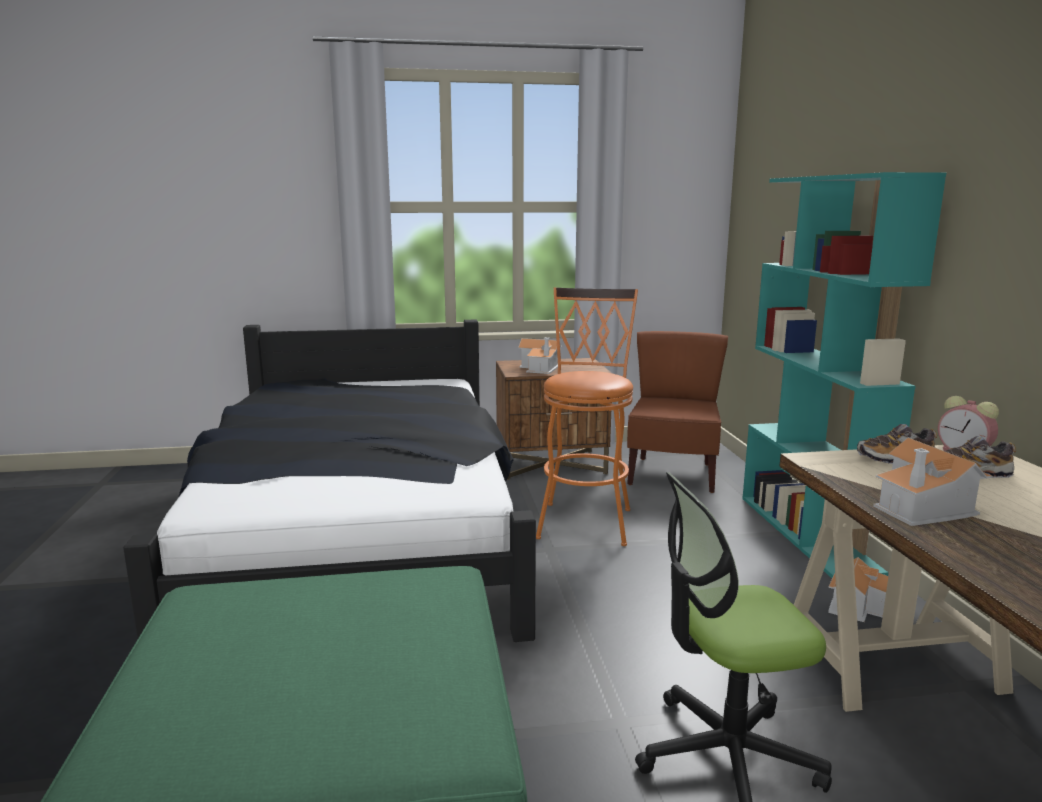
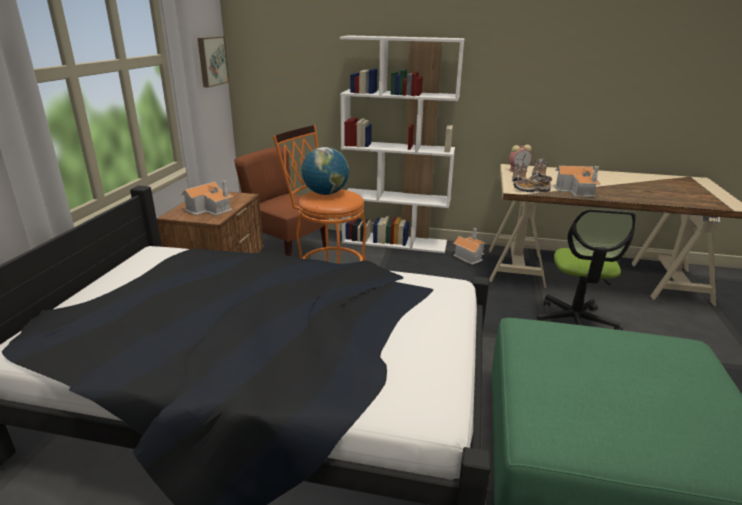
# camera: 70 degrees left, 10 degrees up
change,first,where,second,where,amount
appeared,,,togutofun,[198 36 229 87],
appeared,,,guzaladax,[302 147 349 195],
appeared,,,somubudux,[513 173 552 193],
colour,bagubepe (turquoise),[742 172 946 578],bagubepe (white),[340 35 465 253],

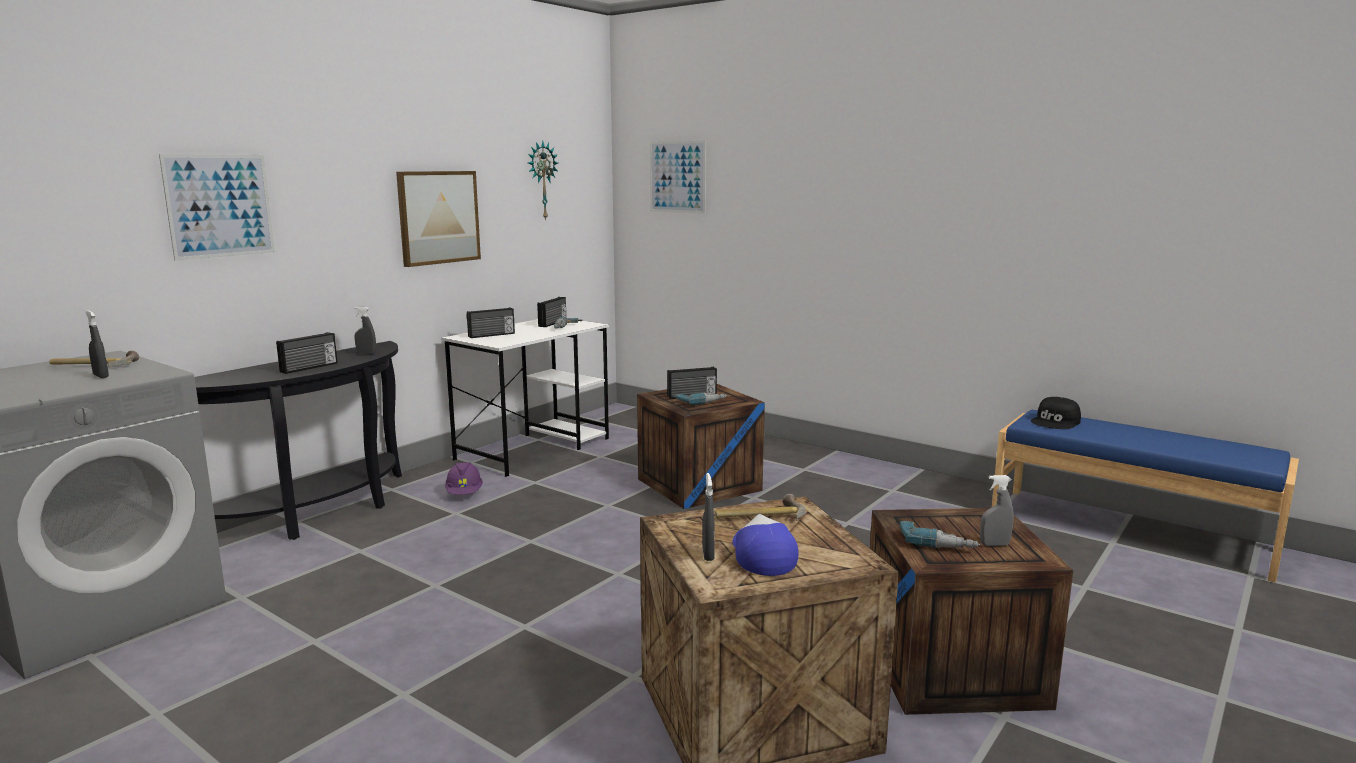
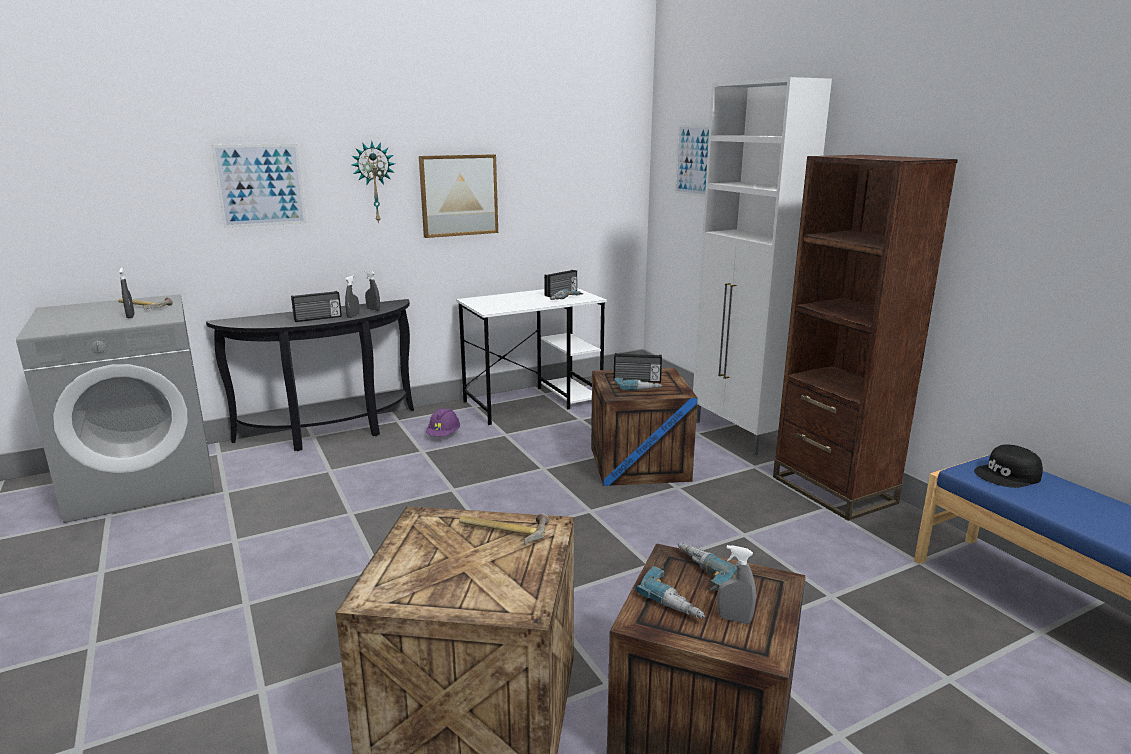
# camera: 25 degrees right, 5 degrees up
change,first,where,second,where,amount
missing,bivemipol,[467 308 515 338],,,
missing,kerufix,[732 514 799 576],,,
appeared,,,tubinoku,[678 542 737 591],
appeared,,,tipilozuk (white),[693 77 832 455],
appeared,,,bagubepe (brown),[773 155 958 521],
relocated,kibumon,[528 141 558 221],,[352 141 395 224],
relocated,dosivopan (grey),[702 473 715 561],,[345 275 360 318],

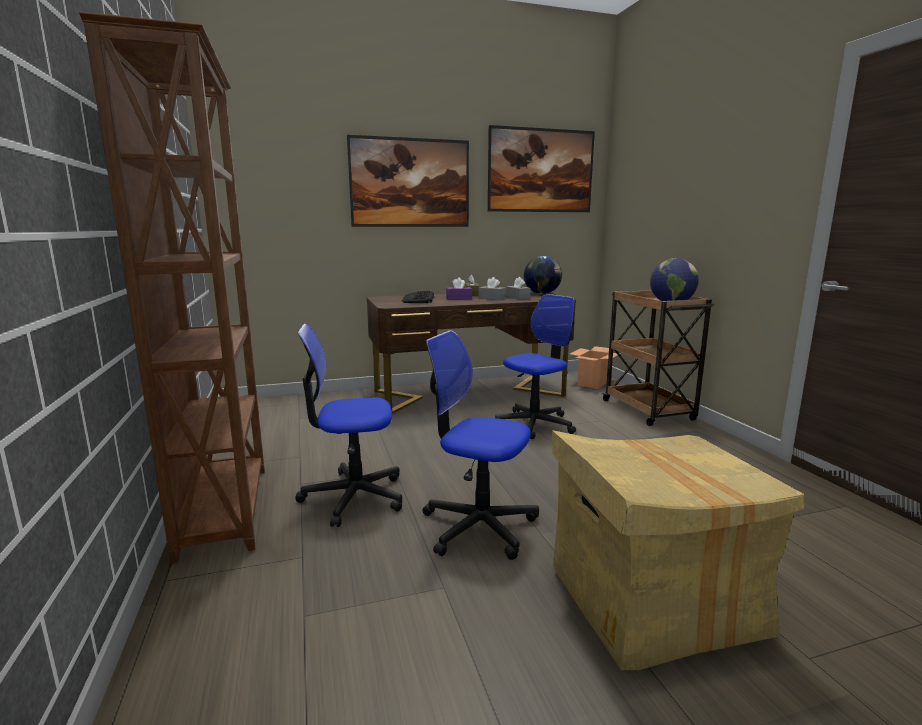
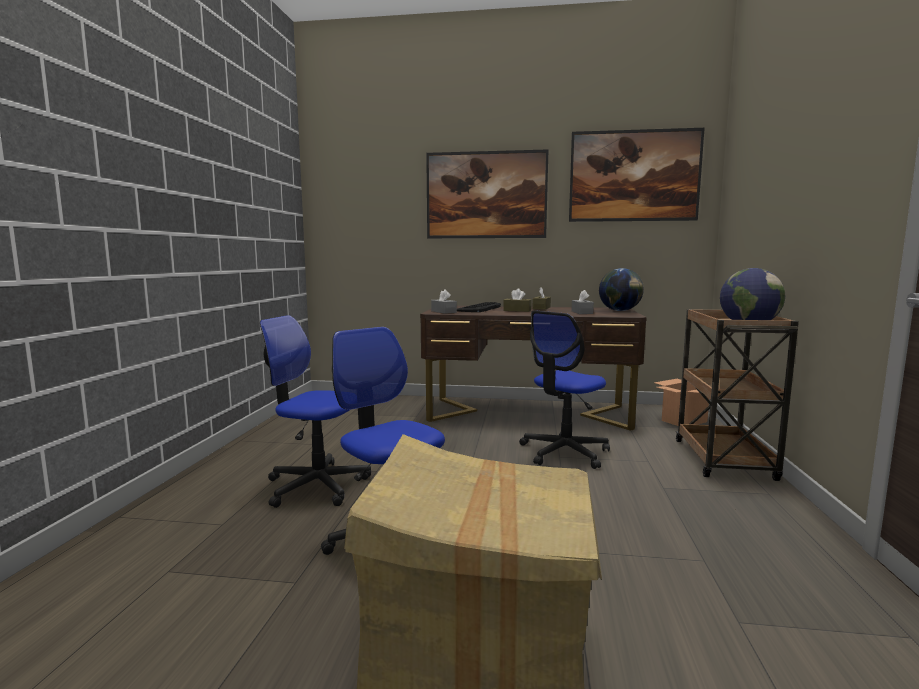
# camera: 25 degrees right, 5 degrees down
change,first,where,second,where,amount
missing,bagubepe (brown),[79 12 265 564],,,
relocated,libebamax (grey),[479 277 506 300],,[431 289 457 314],
colour,libebamax (purple),[446 277 472 300],libebamax (brown),[503 288 532 312],
spun,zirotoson,[495 294 576 439],,[519 310 610 469],150 degrees clockwise

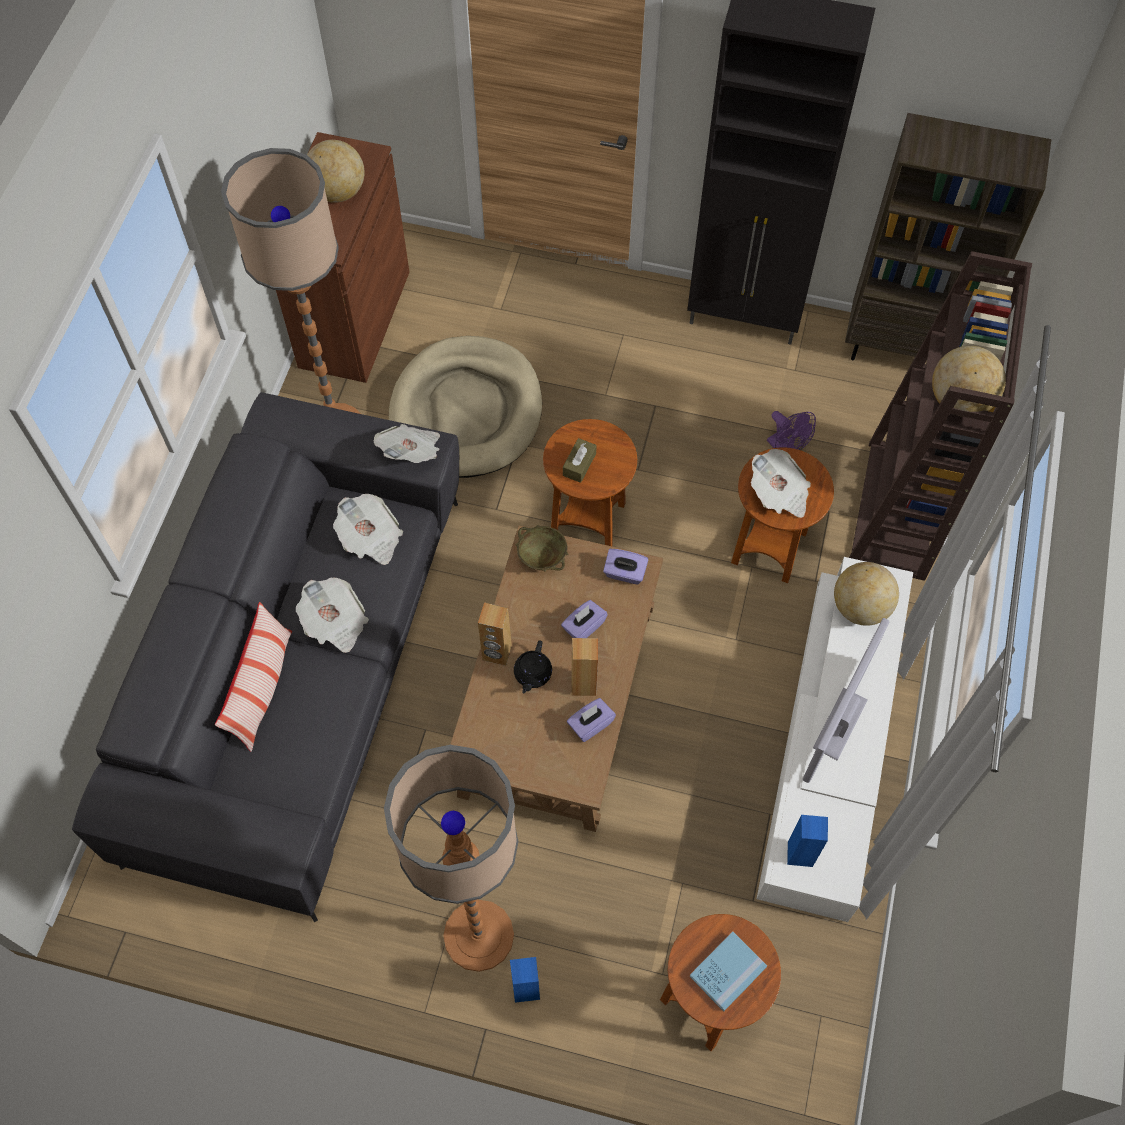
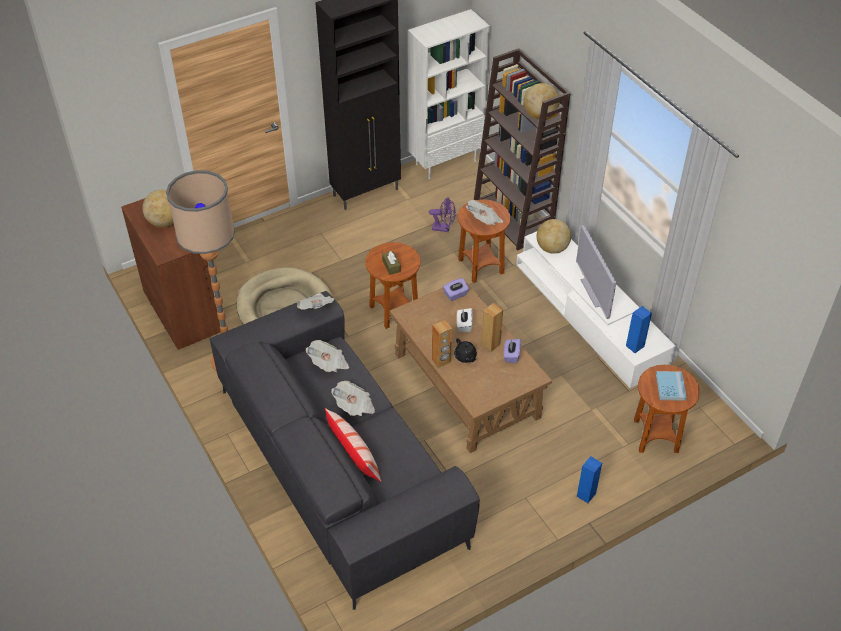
# camera: 45 degrees left, 15 degrees down
change,first,where,second,where,amount
missing,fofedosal,[384 745 518 972],,,
missing,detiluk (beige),[516 525 569 572],,,
colour,libebamax (purple),[561 600 608 638],libebamax (white),[457 308 473 332],
colour,bagubepe (brown),[845 113 1051 360],bagubepe (white),[408 9 490 179],

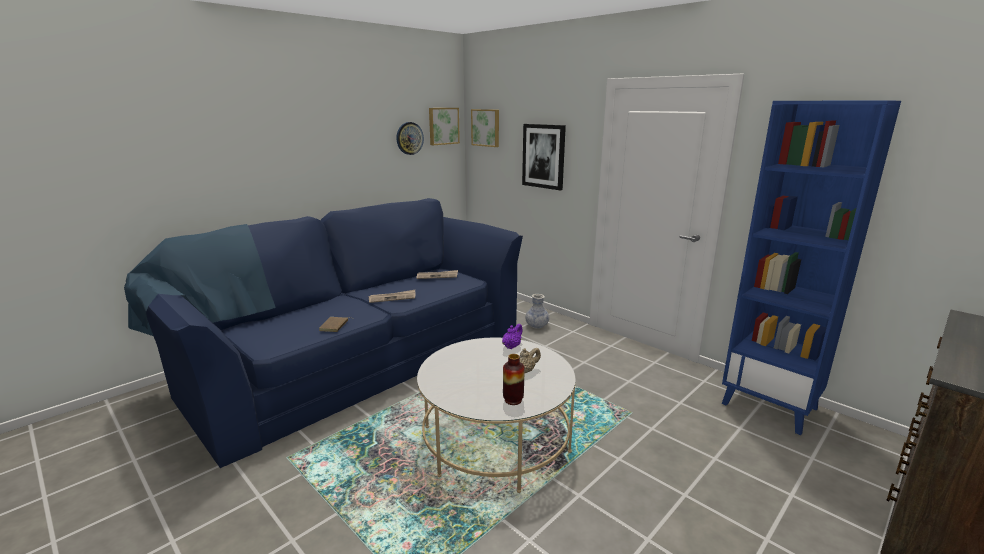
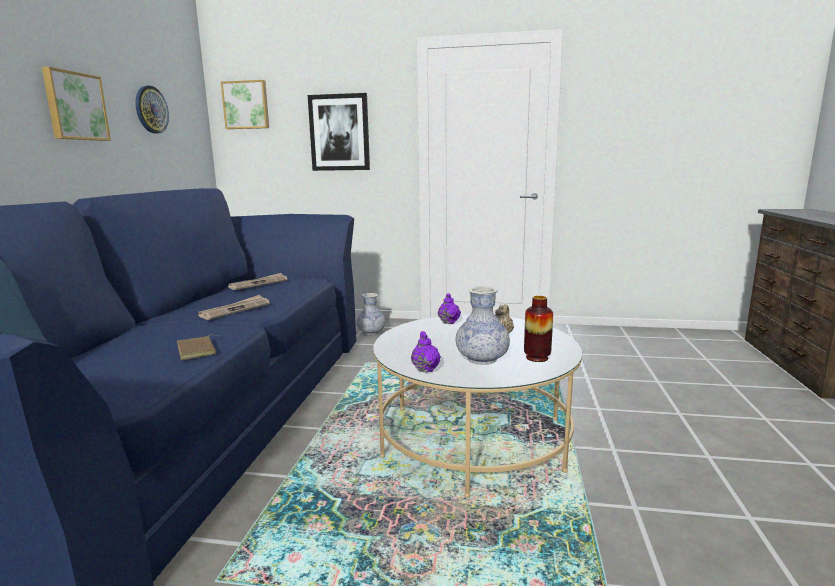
# camera: 35 degrees left, 5 degrees down
change,first,where,second,where,amount
missing,bagubepe (blue),[722 101 901 435],,,
appeared,,,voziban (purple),[411 331 441 372],
appeared,,,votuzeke,[456 286 510 365],
relocated,togutofun,[429 108 460 145],,[42 67 111 141],

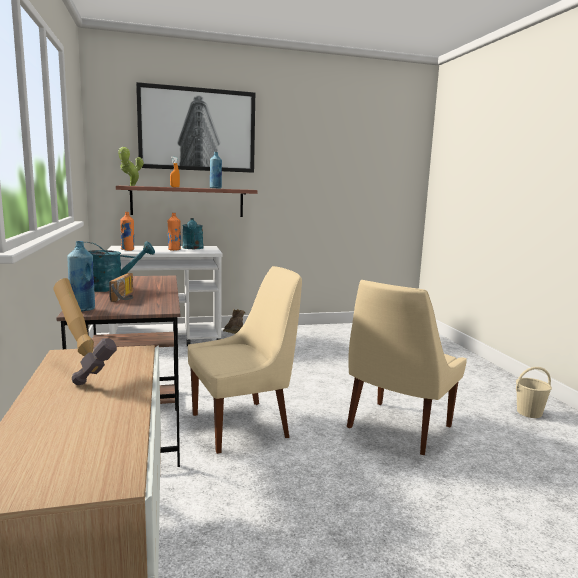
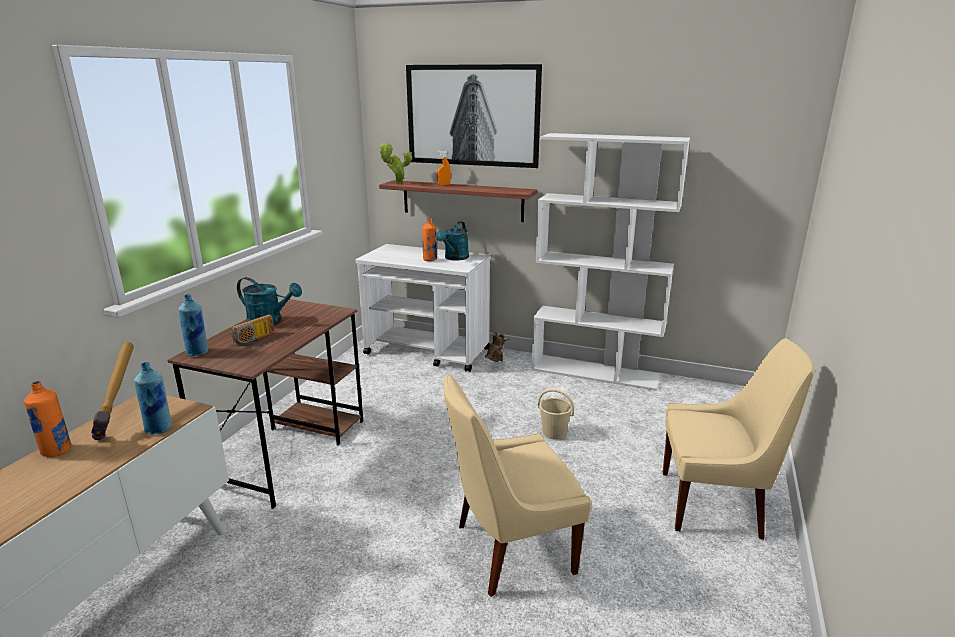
# camera: 35 degrees right, 10 degrees up
change,first,where,second,where,amount
appeared,,,bagubepe (white),[531 133 690 391],
relocated,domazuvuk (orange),[120 212 134 251],,[24 381 71 457],
relocated,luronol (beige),[188 266 302 454],,[663 338 814 540],
relocated,domazuvuk (blue),[210 152 222 189],,[134 362 172 435],
relocated,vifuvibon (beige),[516 367 552 418],,[538 389 574 439],

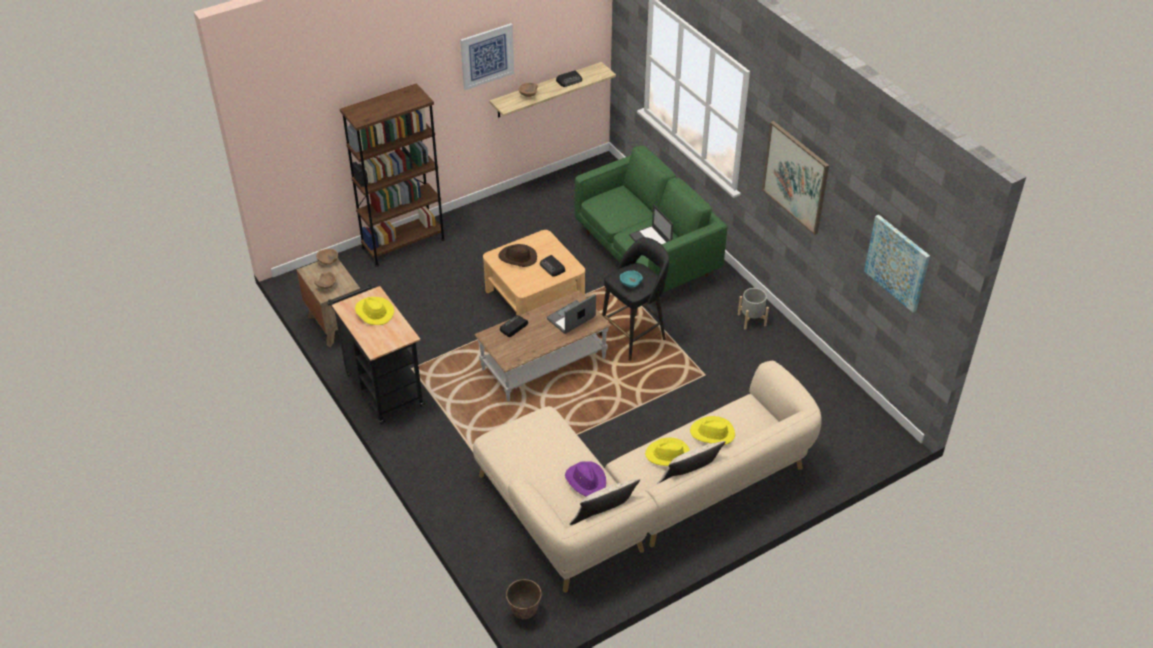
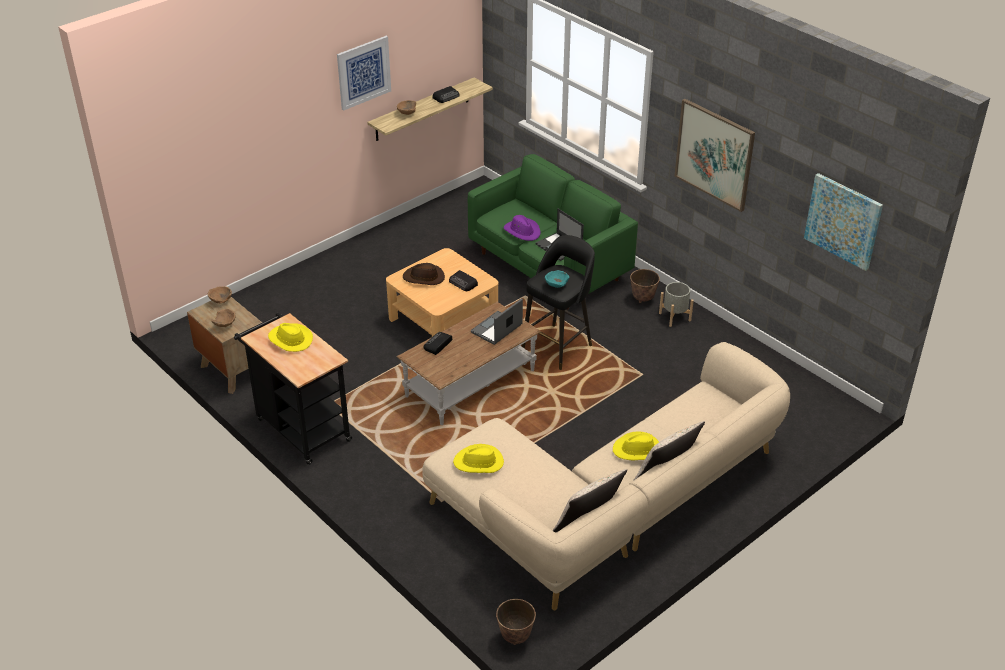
# camera: 10 degrees left, 5 degrees down
change,first,where,second,where,amount
missing,bagubepe (brown),[340 83 445 267],,,
appeared,,,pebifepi,[630 269 660 303],
relocated,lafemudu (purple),[565 461 606 497],,[504 215 541 241],
relocated,lafemudu (yellow),[690 416 735 445],,[453 444 504 473],

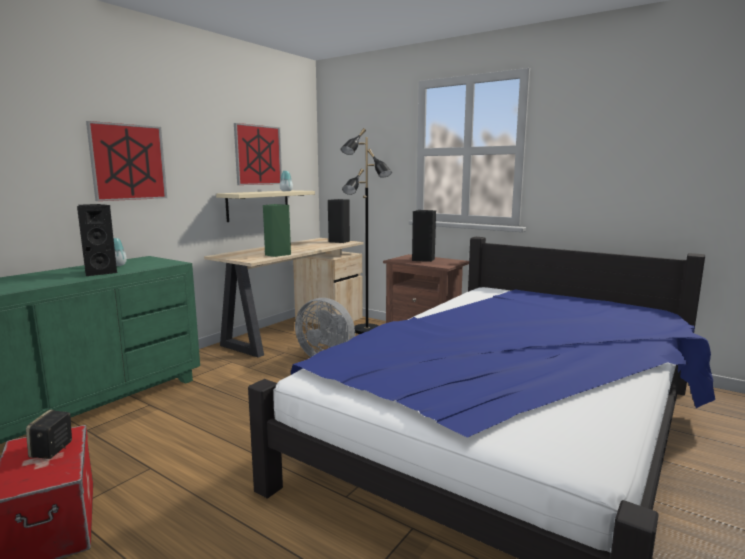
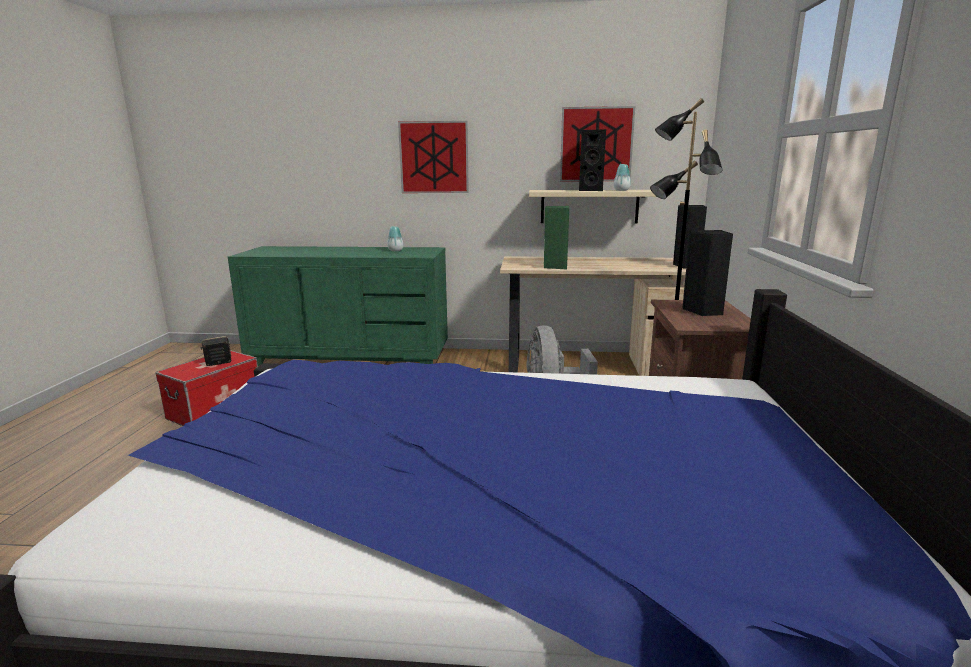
# camera: 60 degrees right, 5 degrees up
change,first,where,second,where,amount
relocated,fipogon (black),[77 204 117 276],,[579 129 606 191],

